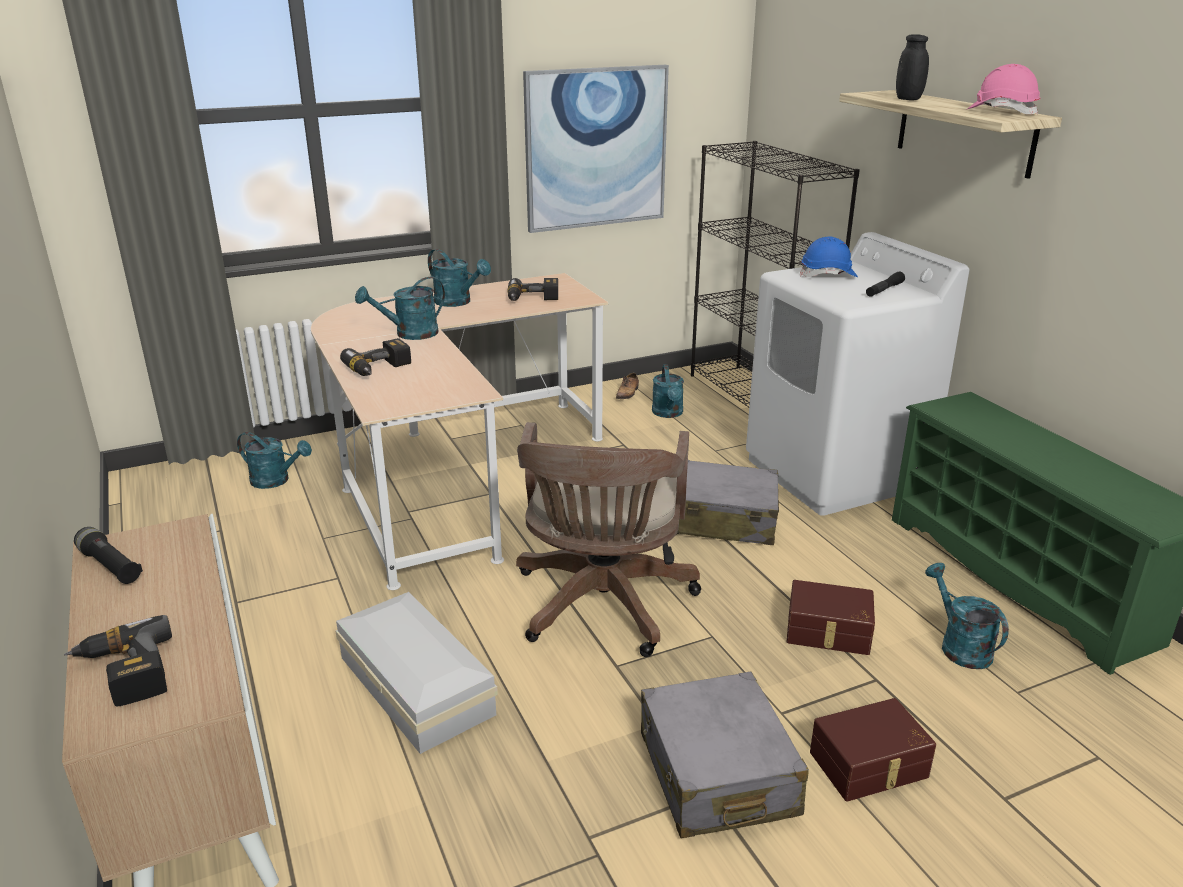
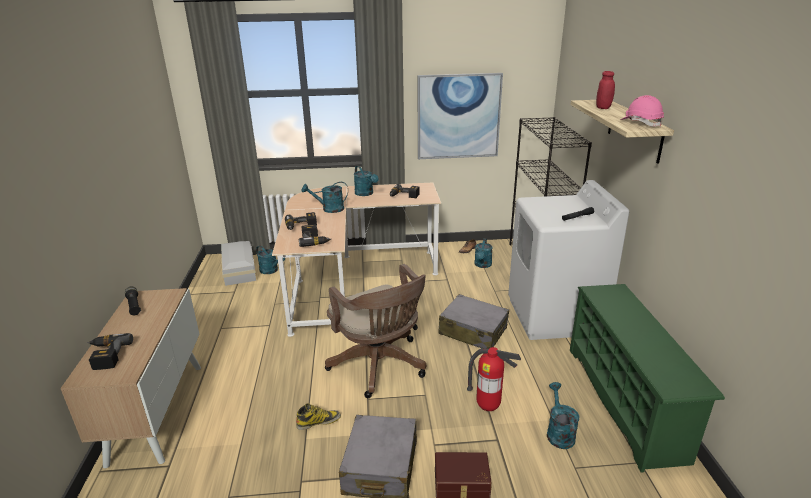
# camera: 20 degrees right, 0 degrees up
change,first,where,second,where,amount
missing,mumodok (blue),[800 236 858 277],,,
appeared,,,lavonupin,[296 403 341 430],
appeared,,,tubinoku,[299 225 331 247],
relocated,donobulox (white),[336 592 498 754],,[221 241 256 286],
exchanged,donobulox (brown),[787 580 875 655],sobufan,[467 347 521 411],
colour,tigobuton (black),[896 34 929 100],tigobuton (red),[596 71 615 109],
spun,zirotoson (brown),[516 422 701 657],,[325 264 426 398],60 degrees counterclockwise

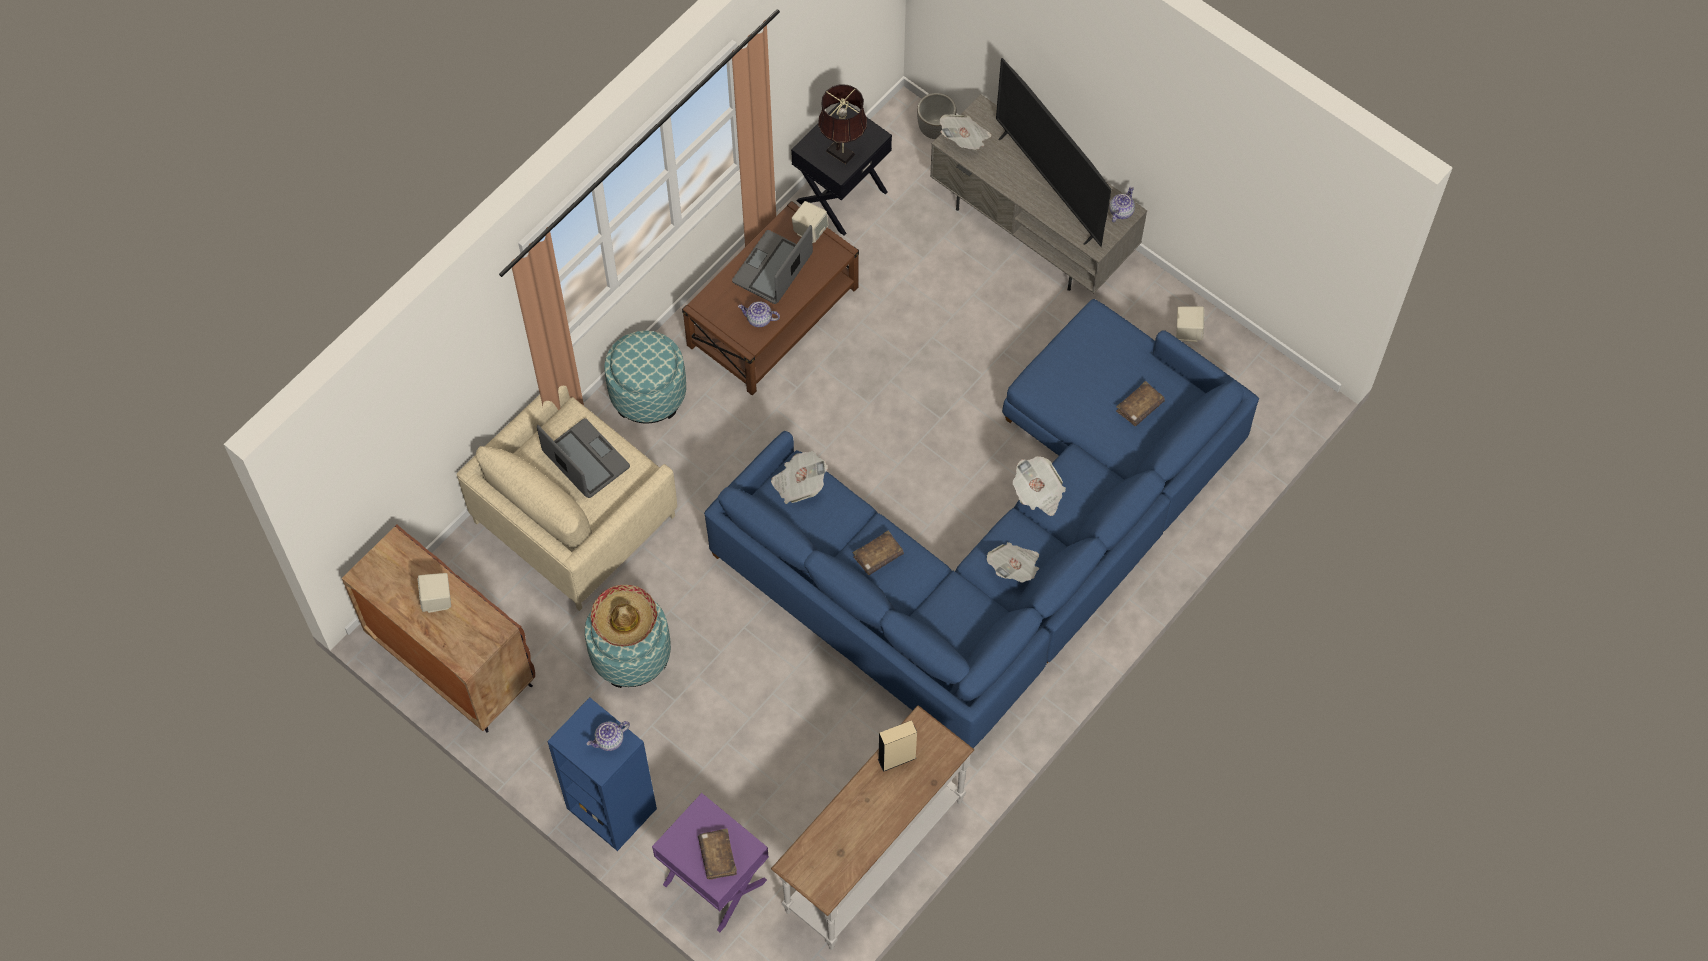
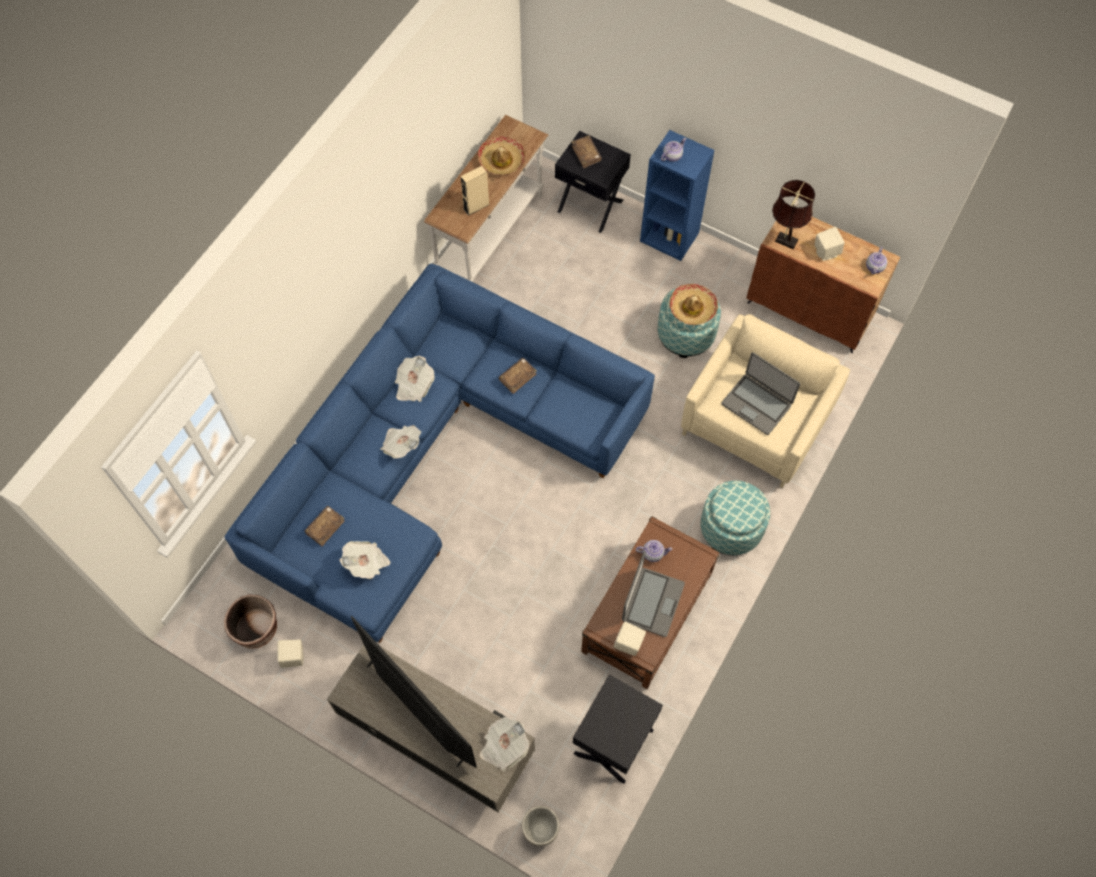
# camera: 170 degrees right, 0 degrees up
change,first,where,second,where,amount
appeared,,,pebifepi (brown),[224 595 277 649],
appeared,,,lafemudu,[478 136 525 175],
relocated,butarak,[771 451 828 504],,[340 541 390 579],
relocated,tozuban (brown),[818 84 867 164],,[772 180 815 249],
relocated,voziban,[1110 186 1135 222],,[866 247 887 274],
colour,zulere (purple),[652 793 769 933],zulere (black),[555 131 631 233],

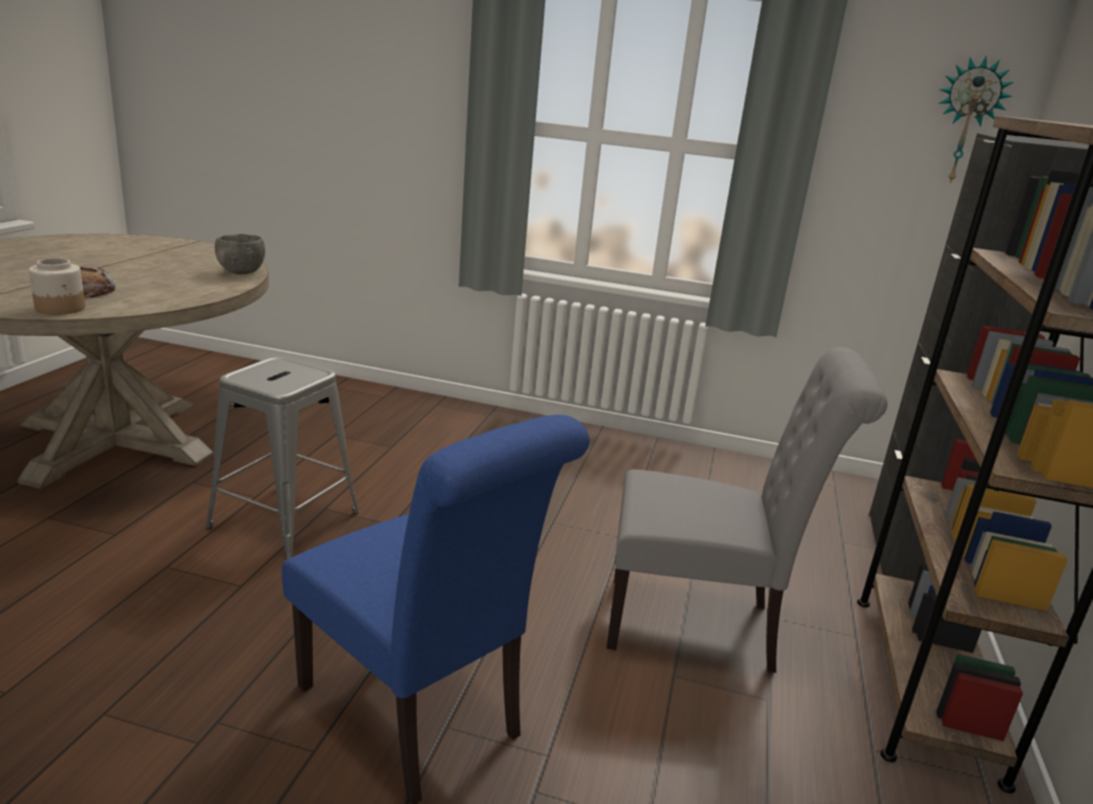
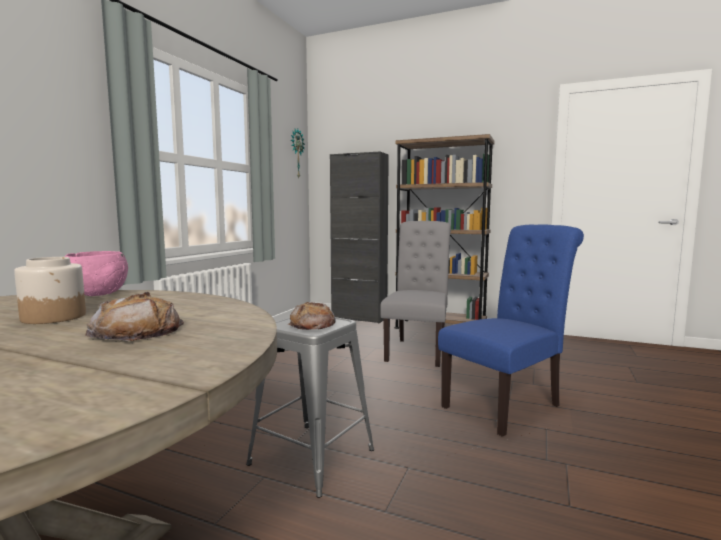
# camera: 80 degrees left, 15 degrees down
change,first,where,second,where,amount
appeared,,,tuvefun,[288 302 336 330],
relocated,tigobuton,[29 258 85 315],,[14 257 86 324],
colour,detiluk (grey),[215 234 265 274],detiluk (pink),[64 251 128 296],

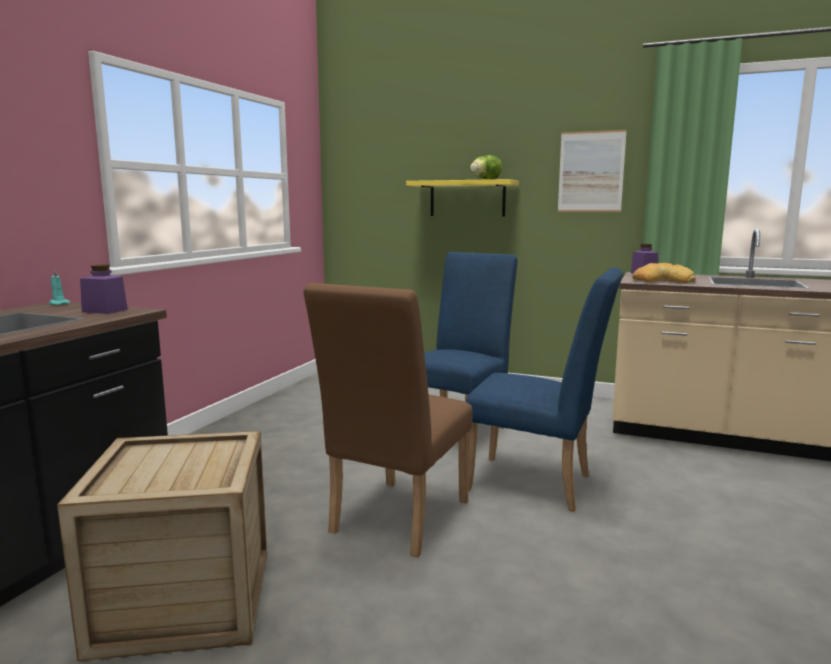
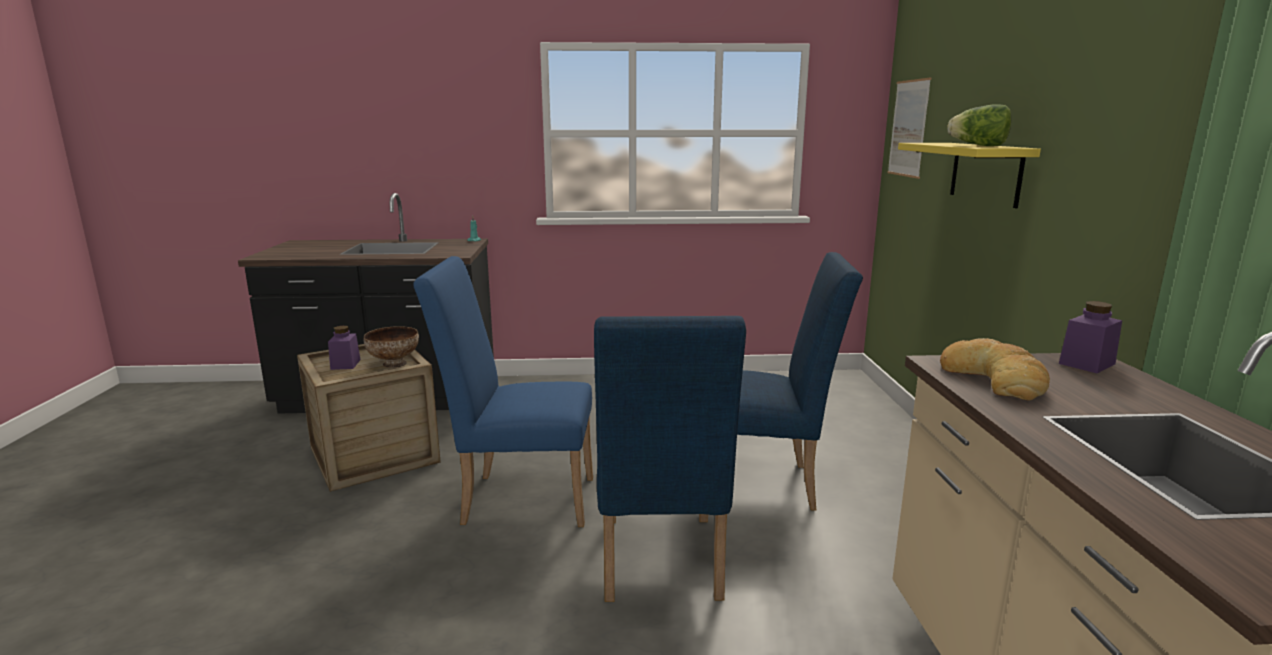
# camera: 65 degrees right, 5 degrees up
change,first,where,second,where,amount
appeared,,,detiluk,[364 326 419 368],
relocated,tigobuton (purple),[80 264 128 314],,[328 326 361 370],
relocated,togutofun,[558 130 627 212],,[888 78 931 179],
colour,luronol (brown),[303 283 472 557],luronol (blue),[413 256 593 527],

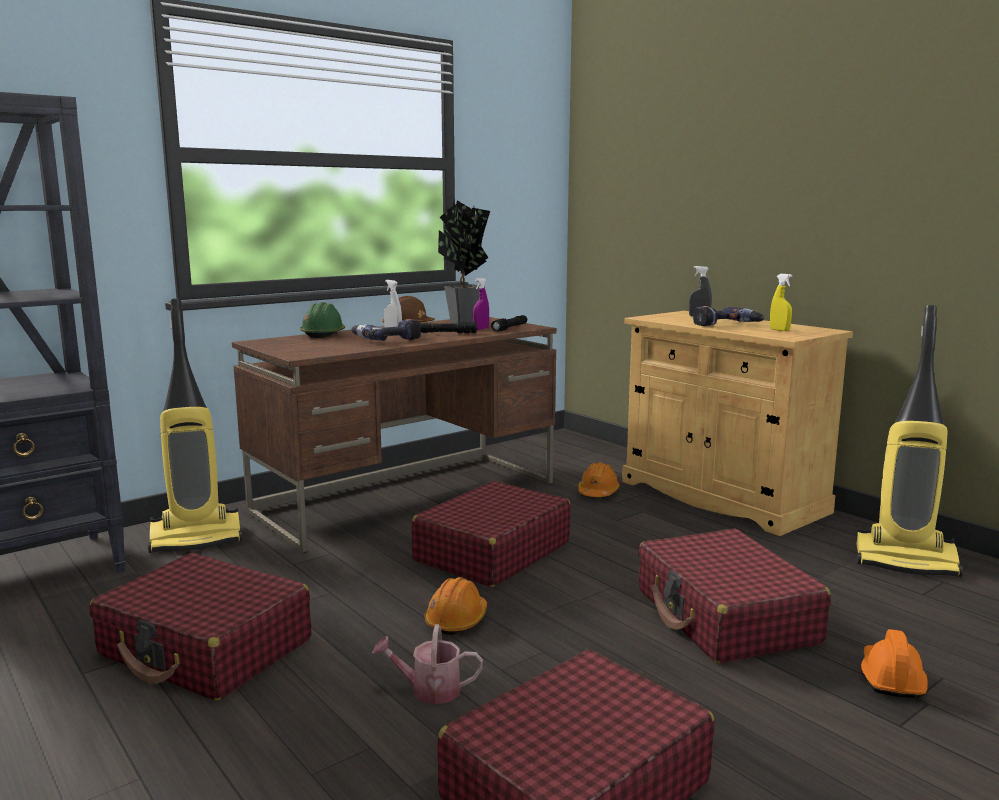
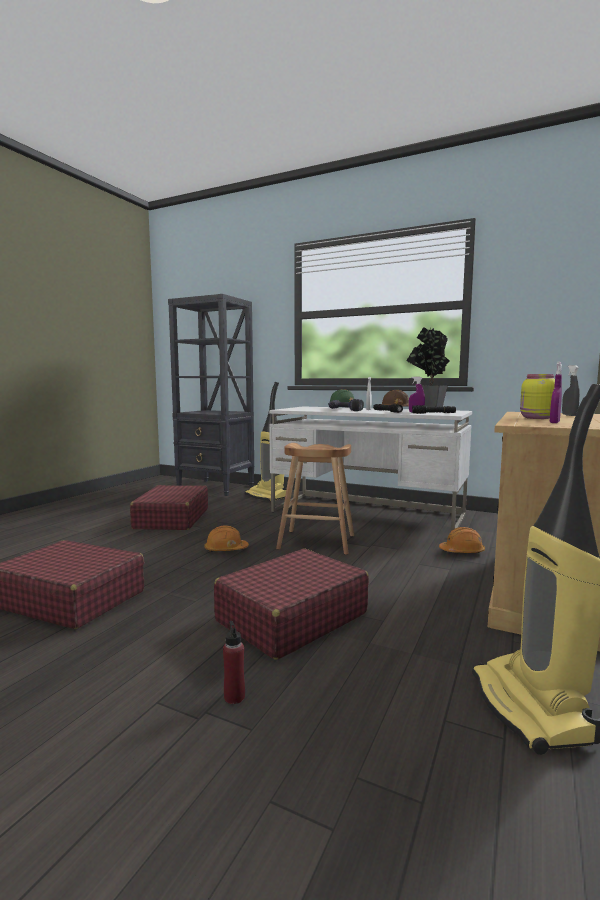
# camera: 65 degrees right, 5 degrees down
change,first,where,second,where,amount
missing,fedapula,[372 624 483 705],,,
exchanged,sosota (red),[411 481 571 587],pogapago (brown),[276 443 354 555],
exchanged,tubinoku,[693 306 764 326],tigobuton (yellow),[520 374 555 419],
exchanged,mumodok (orange),[861 629 928 698],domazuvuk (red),[223 621 245 704],
colour,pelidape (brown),[232 317 557 553],pelidape (white),[269 406 472 531],
colour,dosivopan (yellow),[770 274 792 331],dosivopan (purple),[550 362 562 423],

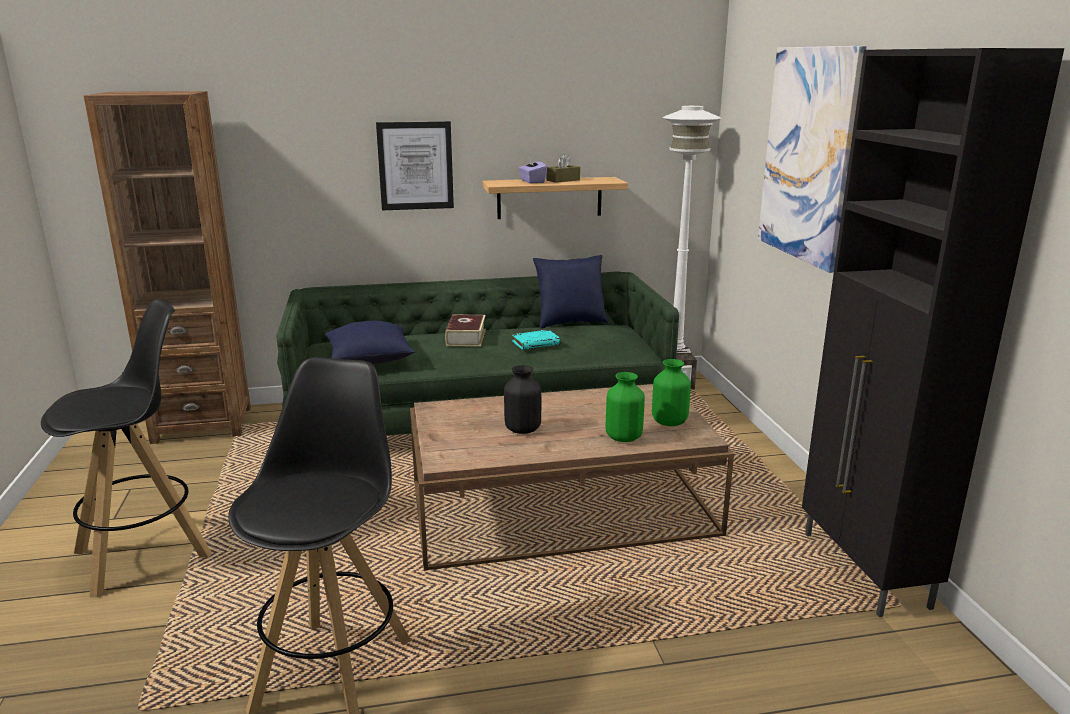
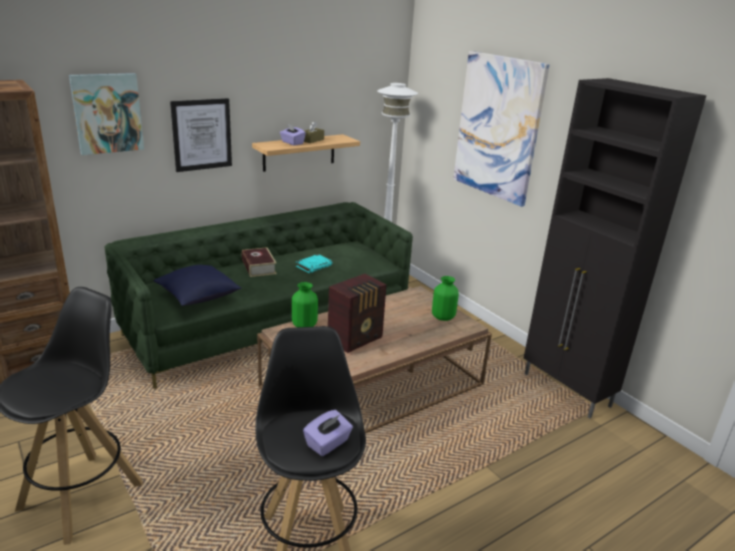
# camera: 25 degrees left, 5 degrees up
change,first,where,second,where,amount
missing,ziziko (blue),[533 255 608 328],,,
appeared,,,togutofun,[69 73 144 155],
appeared,,,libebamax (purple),[303 410 353 456],
relocated,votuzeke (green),[606 372 645 442],,[292 282 318 327],
exchanged,votuzeke (black),[504 365 541 434],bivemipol,[328 274 387 353],

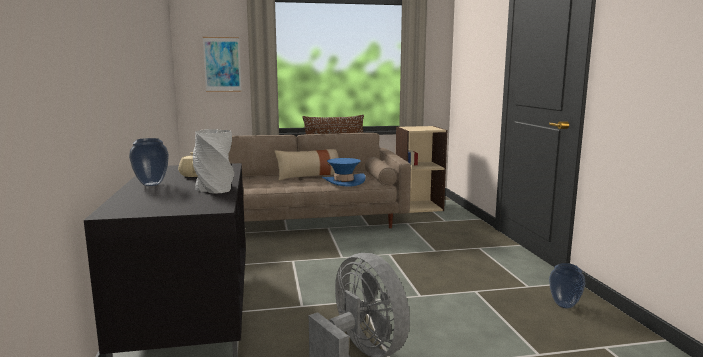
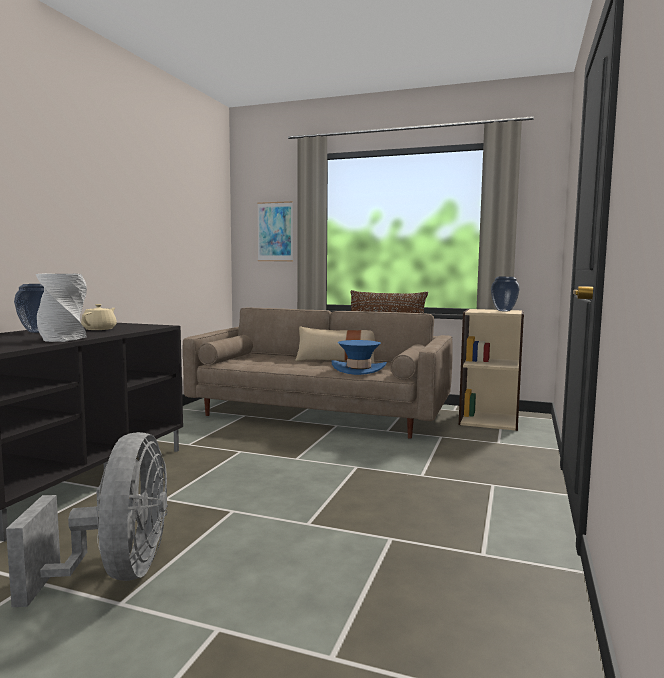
# camera: 30 degrees right, 5 degrees down
change,first,where,second,where,amount
relocated,votuzeke,[549 263 585 308],,[491 277 520 311],

